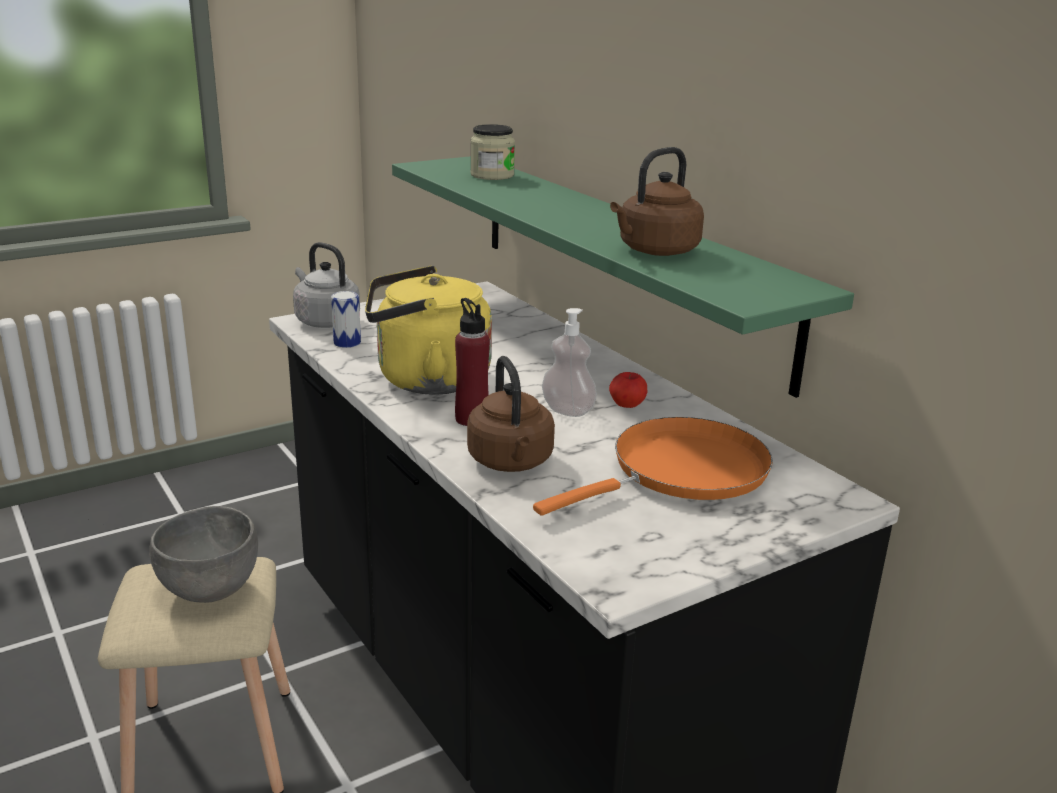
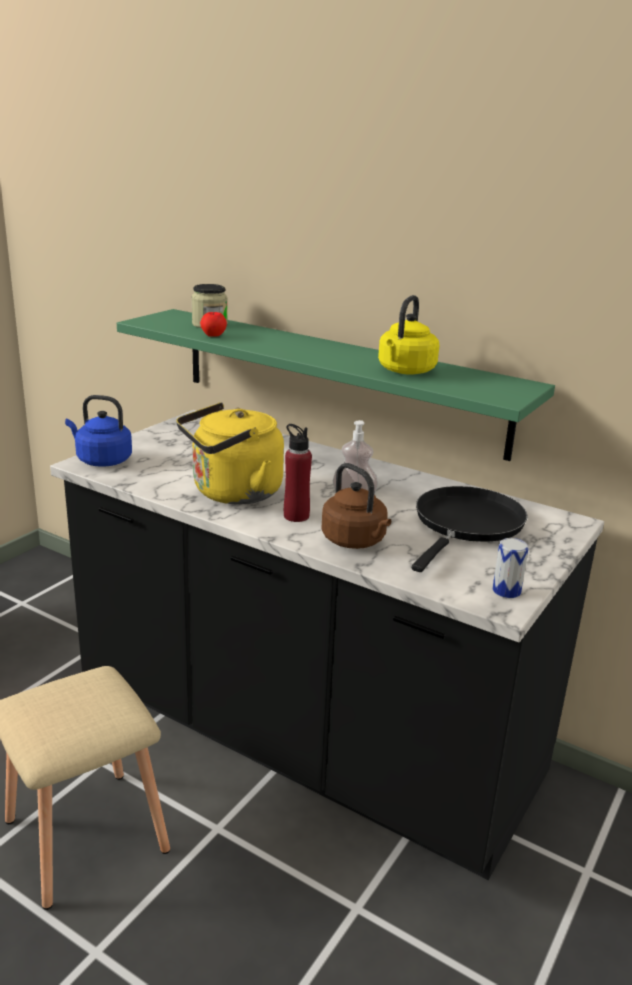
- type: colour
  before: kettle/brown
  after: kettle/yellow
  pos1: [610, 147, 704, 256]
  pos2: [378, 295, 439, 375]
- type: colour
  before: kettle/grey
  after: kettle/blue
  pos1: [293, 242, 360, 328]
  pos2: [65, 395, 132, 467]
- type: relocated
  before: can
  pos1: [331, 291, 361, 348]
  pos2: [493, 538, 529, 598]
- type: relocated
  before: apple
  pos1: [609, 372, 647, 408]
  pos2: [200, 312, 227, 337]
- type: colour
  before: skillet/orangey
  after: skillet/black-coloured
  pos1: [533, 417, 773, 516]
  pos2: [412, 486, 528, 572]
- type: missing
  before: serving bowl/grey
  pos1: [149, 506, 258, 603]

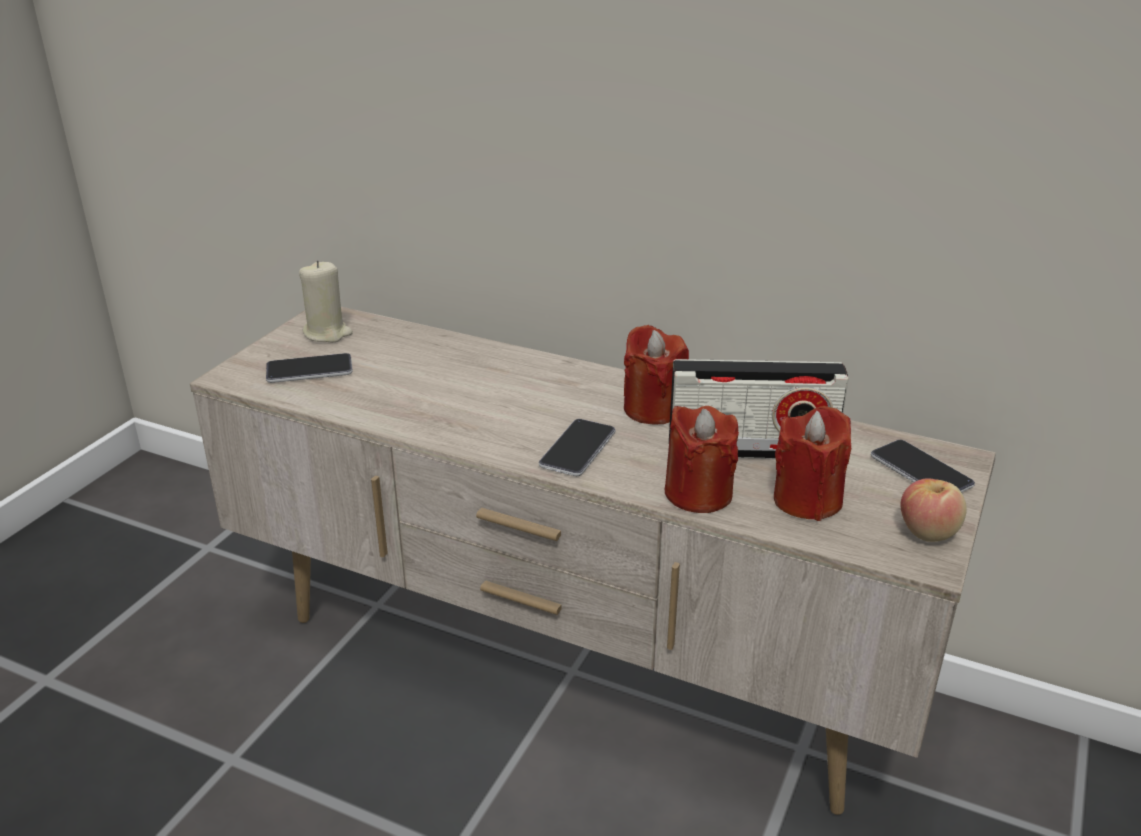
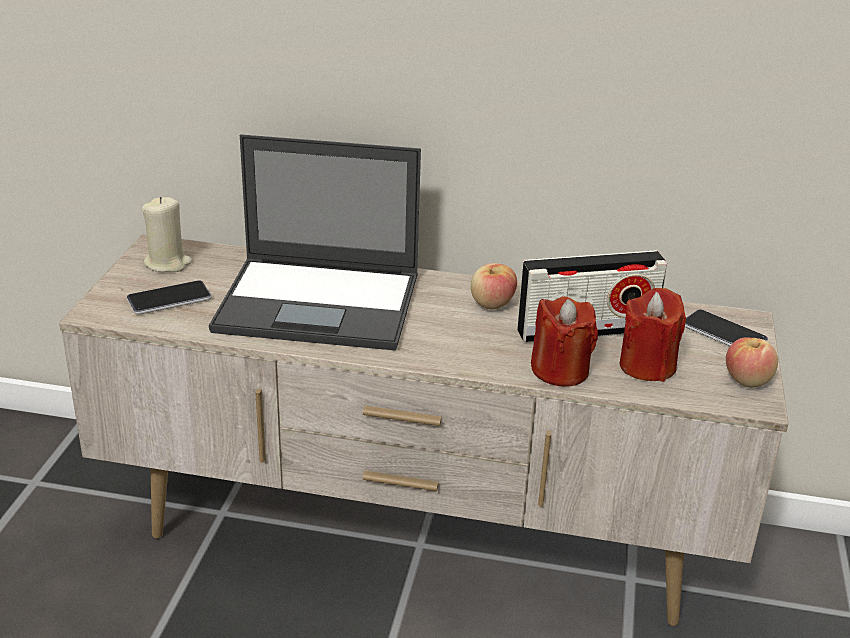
- type: exchanged
  before: wax candle/red
  after: apple
  pos1: [624, 325, 689, 424]
  pos2: [471, 263, 517, 310]
- type: missing
  before: phone
  pos1: [539, 419, 615, 476]
- type: appeared
  after: notebook computer
  pos2: [209, 134, 421, 351]

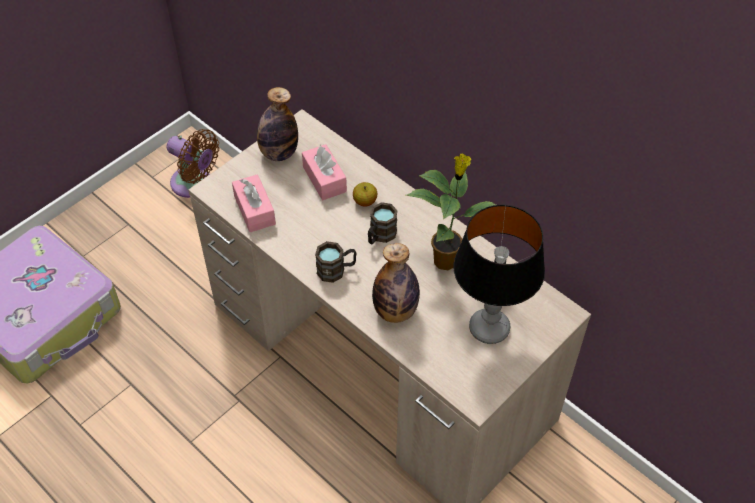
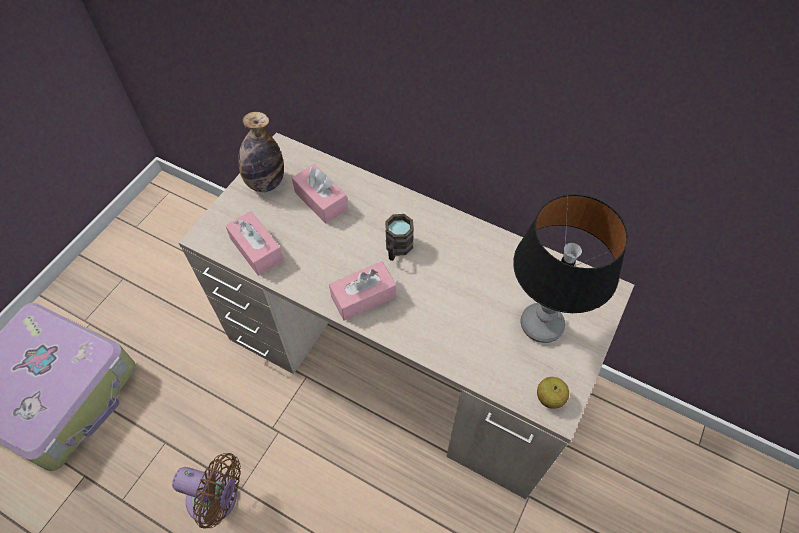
- type: relocated
  before: fan/brown
  pos1: [166, 129, 219, 198]
  pos2: [172, 453, 241, 529]
- type: missing
  before: potted plant
  pos1: [406, 153, 496, 270]
- type: relocated
  before: apple
  pos1: [353, 182, 377, 207]
  pos2: [537, 377, 569, 409]
- type: exchanged
  before: coffee mug/brown
  after: box of tissues/pink
  pos1: [315, 241, 357, 283]
  pos2: [329, 261, 396, 321]
- type: missing
  before: beverage bottle
  pos1: [372, 243, 420, 323]

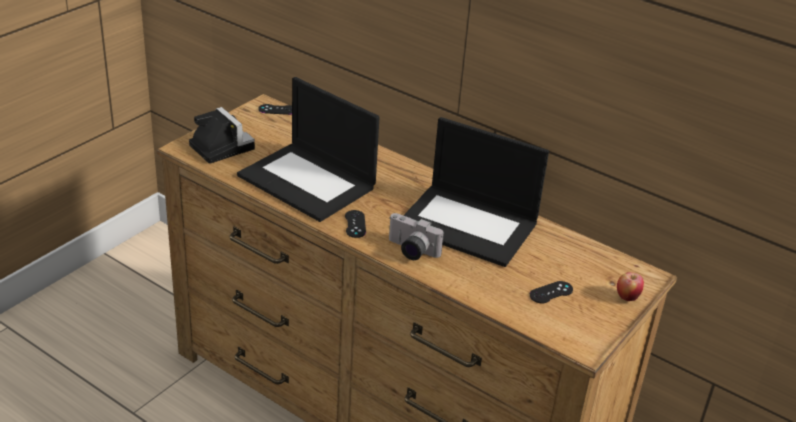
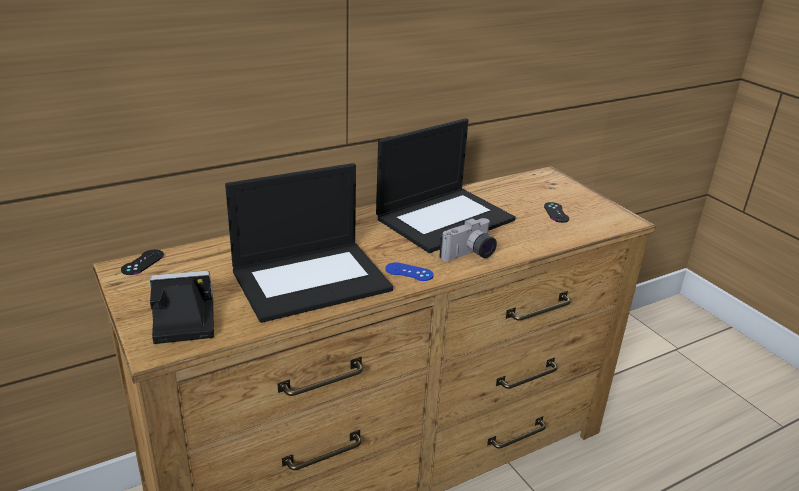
- type: colour
  before: game controller/black-coloured
  after: game controller/blue
  pos1: [345, 210, 366, 238]
  pos2: [385, 262, 433, 281]
- type: missing
  before: apple
  pos1: [617, 272, 644, 301]

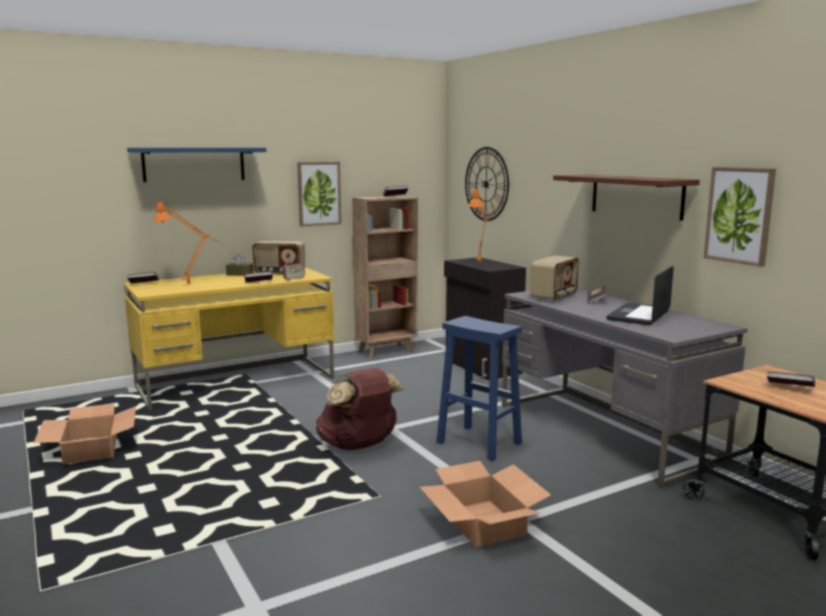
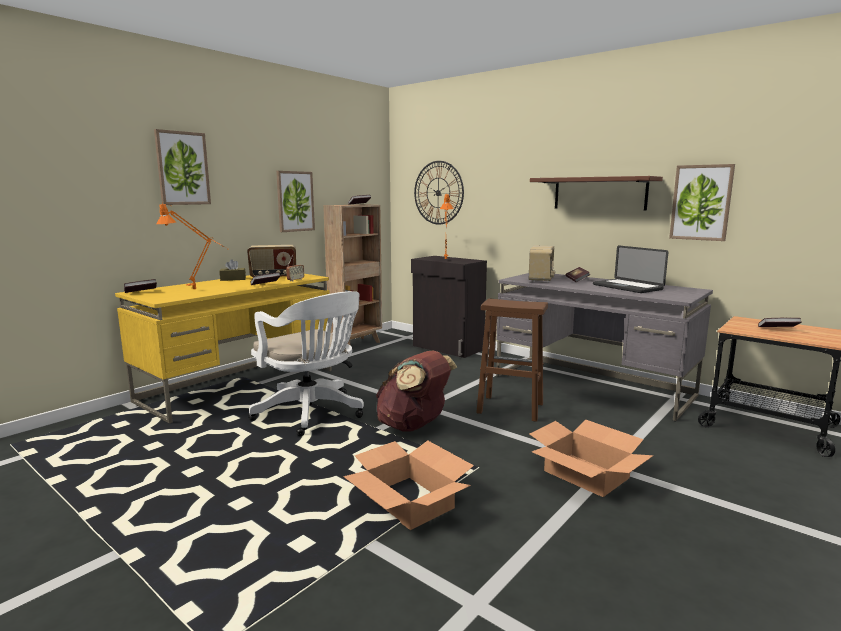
- type: exchanged
  before: bracket shelf/blue
  after: picture
  pos1: [127, 148, 266, 182]
  pos2: [154, 129, 211, 205]
- type: spun
  before: notebook computer
  pos1: [607, 266, 674, 325]
  pos2: [593, 246, 668, 293]
  turn: -45
- type: colour
  before: stool seat/blue
  after: stool seat/brown
  pos1: [437, 316, 522, 461]
  pos2: [476, 298, 548, 422]
- type: relocated
  before: cardboard box
  pos1: [34, 403, 136, 464]
  pos2: [343, 441, 474, 530]
- type: appeared
  after: computer chair/white-coloured
  pos2: [248, 291, 364, 436]

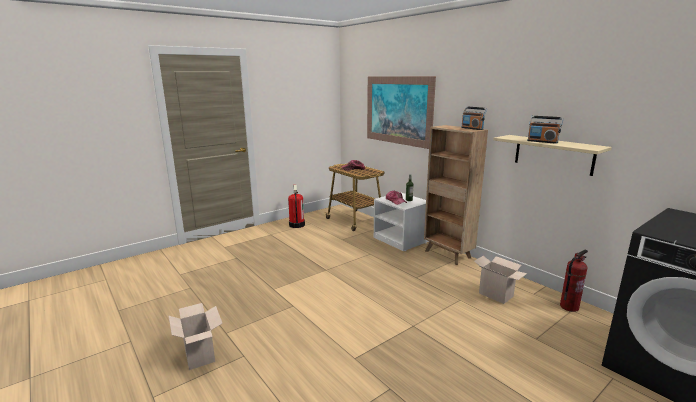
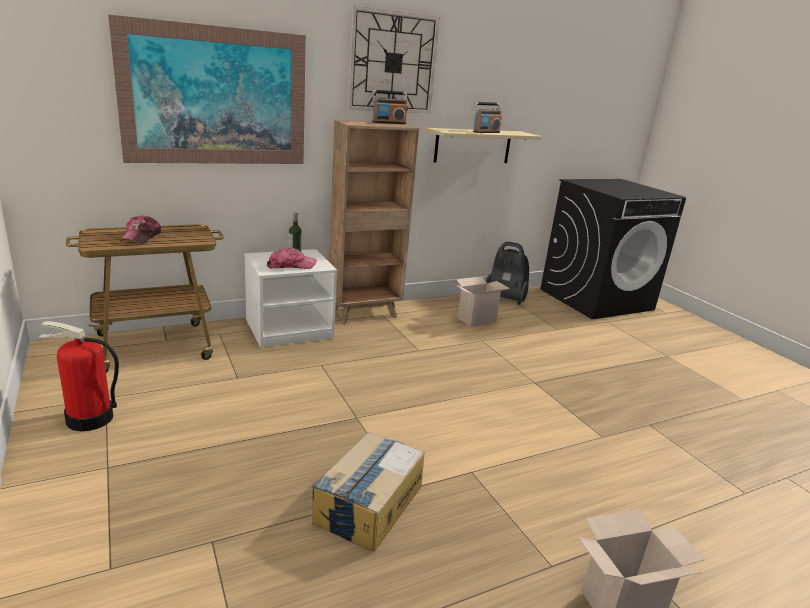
- type: exchanged
  before: fire extinguisher
  after: hoover
  pos1: [560, 250, 588, 312]
  pos2: [486, 242, 529, 305]
- type: appeared
  after: hanging clock
  pos2: [348, 6, 440, 114]
- type: appeared
  after: cardboard box
  pos2: [312, 432, 424, 552]

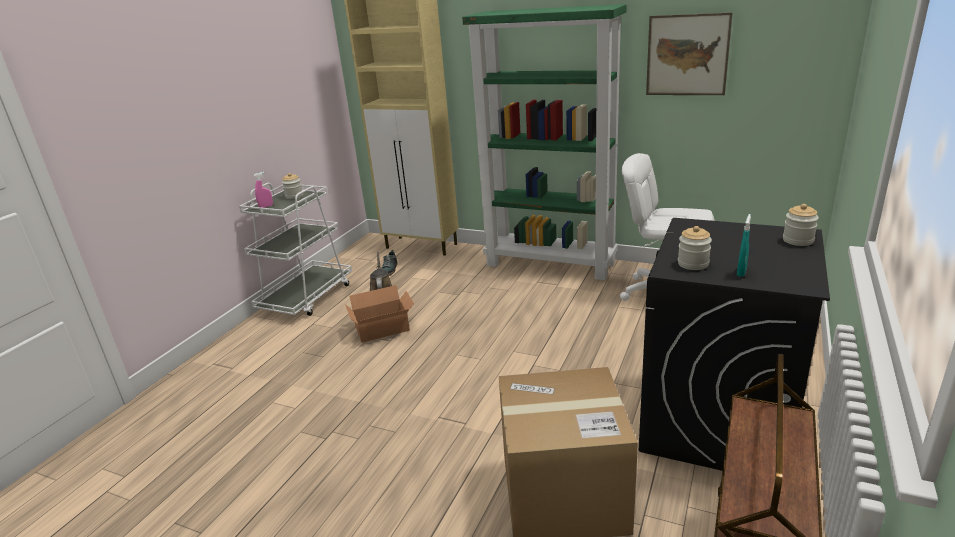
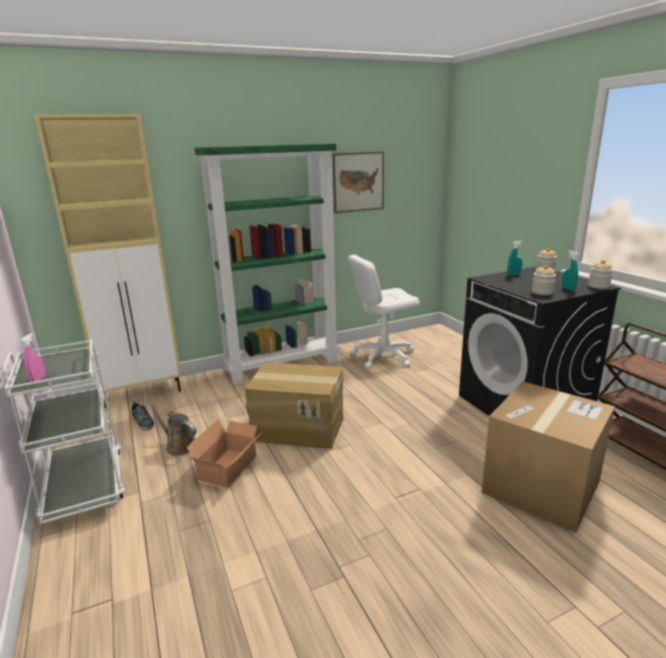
- type: relocated
  before: storage jar
  pos1: [282, 173, 303, 199]
  pos2: [588, 260, 613, 289]
- type: appeared
  after: sprayer/turquoise-coloured
  pos2: [507, 241, 523, 276]
- type: appeared
  after: cardboard box
  pos2: [245, 363, 344, 449]

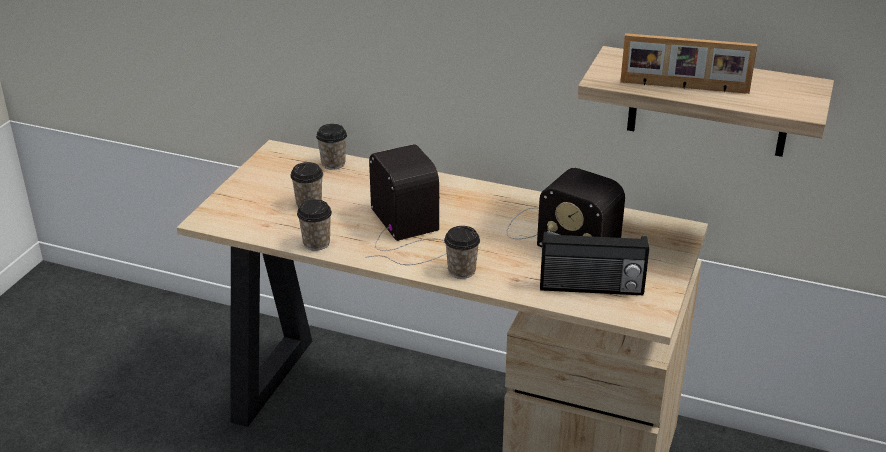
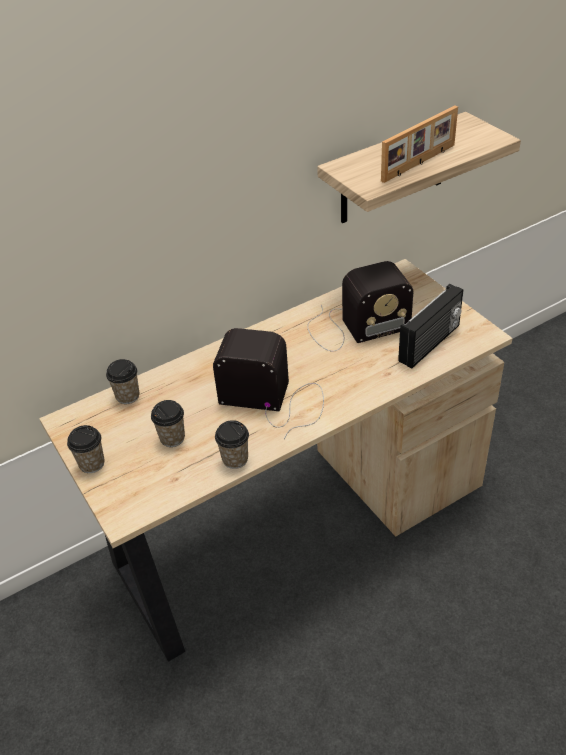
- type: relocated
  before: drinking cup
  pos1: [444, 226, 480, 279]
  pos2: [67, 425, 105, 473]

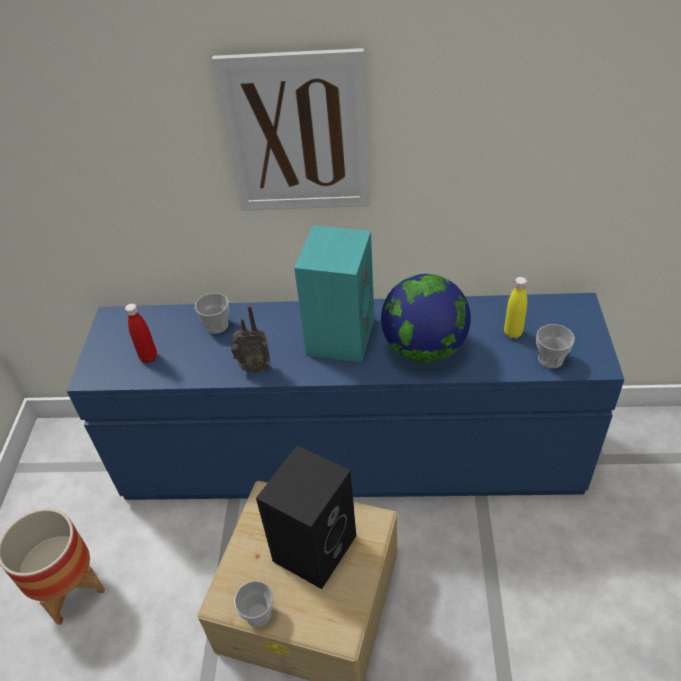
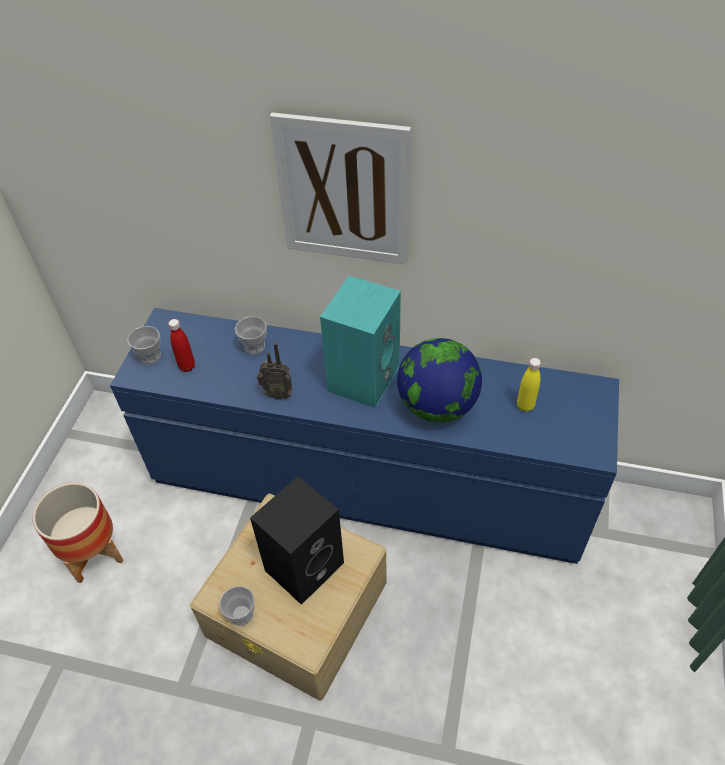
- type: relocated
  before: drinking cup
  pos1: [536, 324, 575, 368]
  pos2: [128, 326, 161, 364]

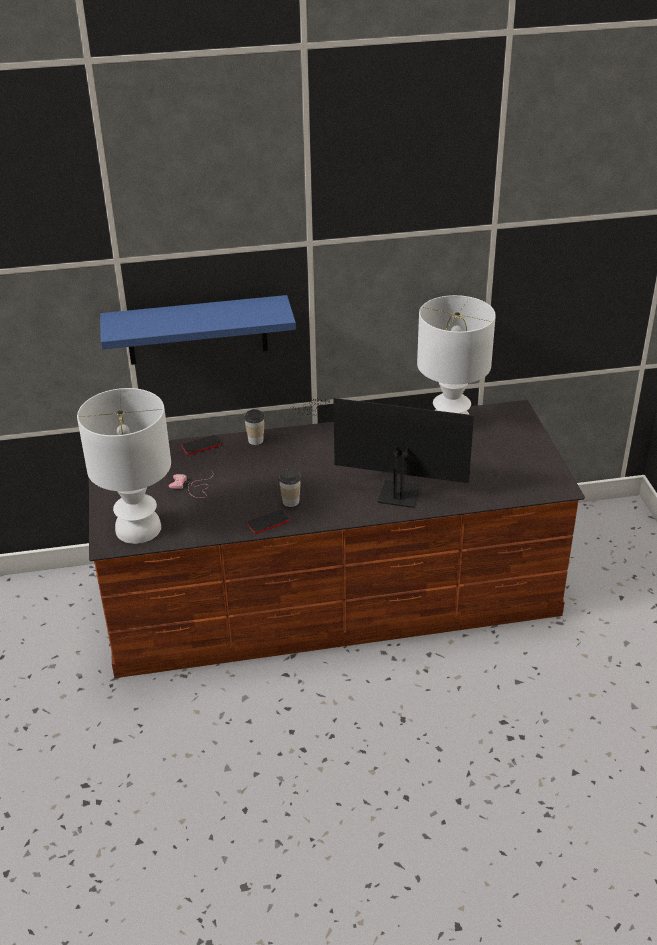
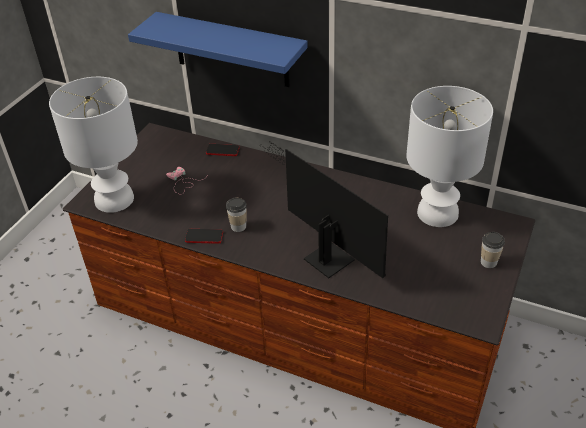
- type: relocated
  before: drinking cup
  pos1: [244, 409, 265, 445]
  pos2: [481, 232, 505, 268]

